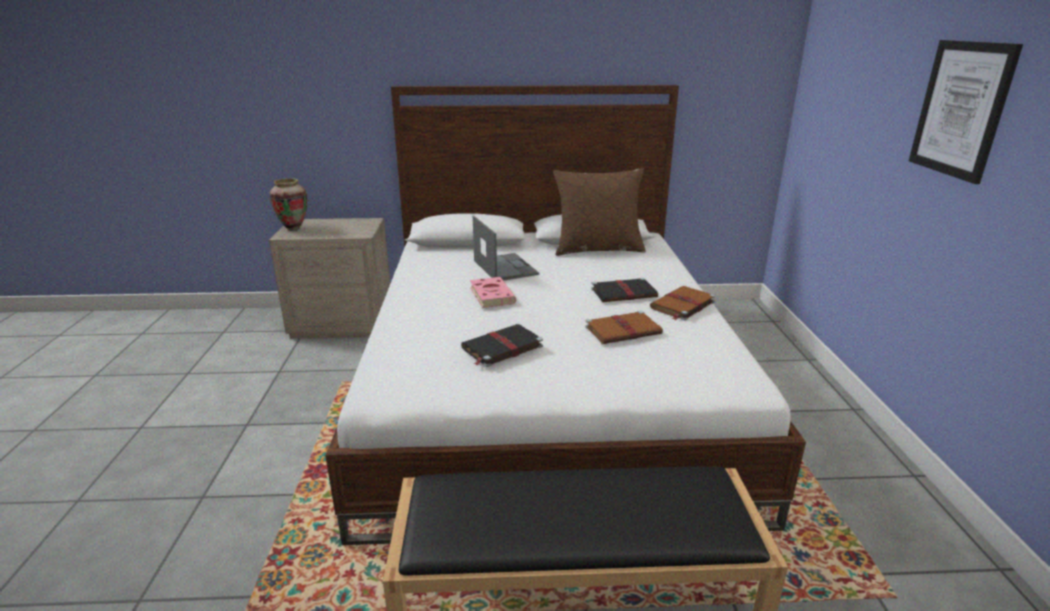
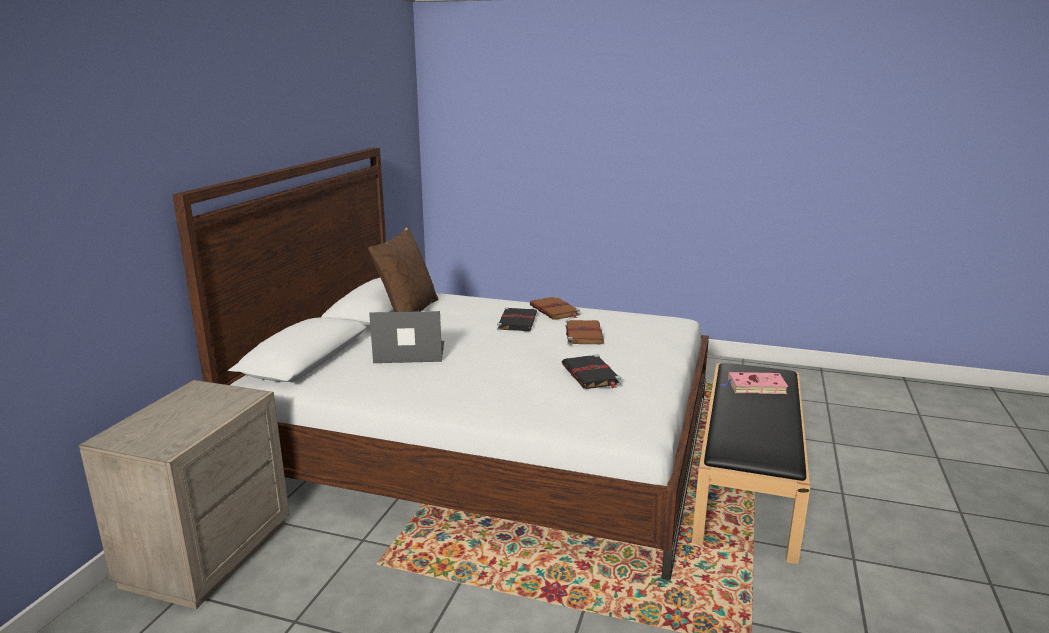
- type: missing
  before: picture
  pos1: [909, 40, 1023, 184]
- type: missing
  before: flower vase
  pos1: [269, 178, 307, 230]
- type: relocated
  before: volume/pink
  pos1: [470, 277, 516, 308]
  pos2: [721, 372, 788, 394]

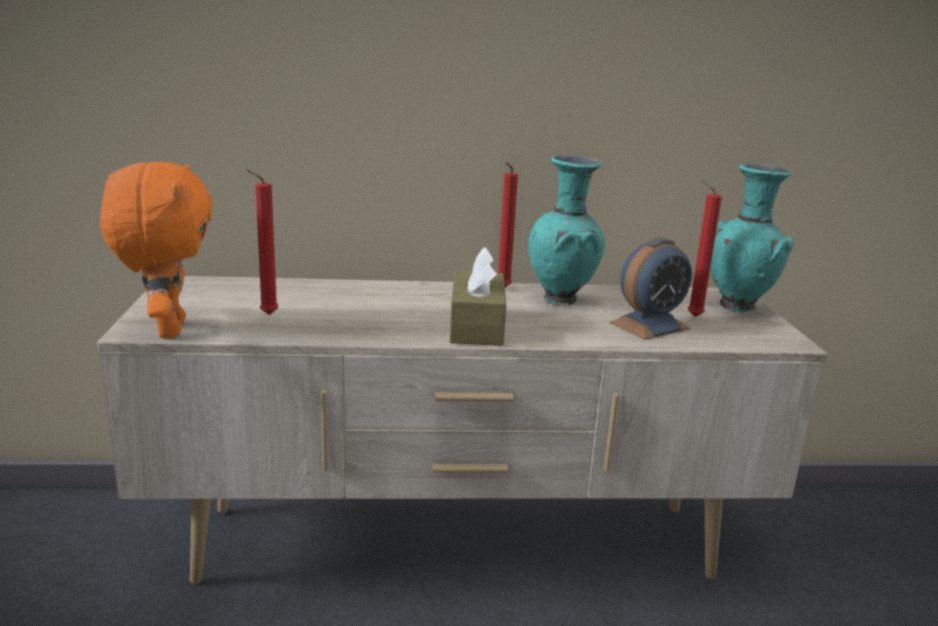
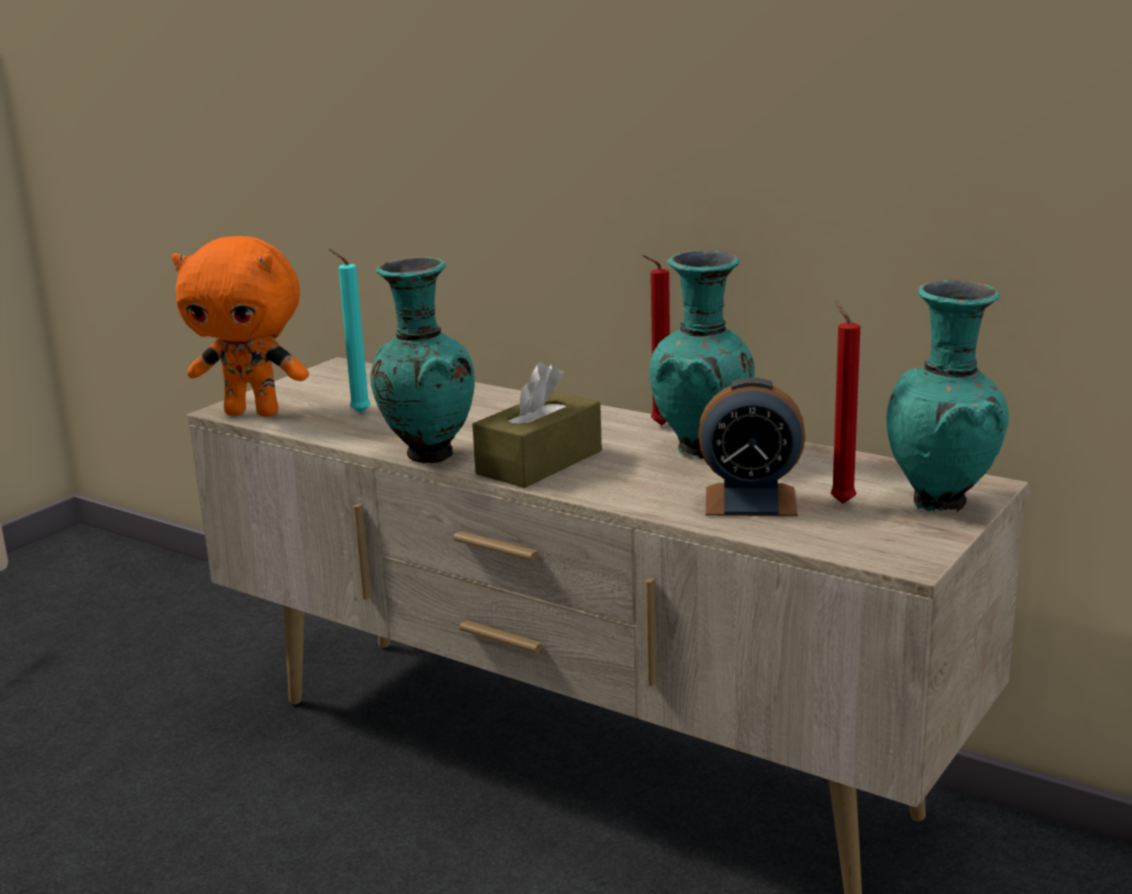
- type: spun
  before: soft toy/orangey
  pos1: [100, 161, 213, 338]
  pos2: [172, 236, 309, 416]
  turn: 75
- type: colour
  before: wax candle/red
  after: wax candle/turquoise-coloured
  pos1: [246, 169, 279, 315]
  pos2: [329, 248, 371, 413]
- type: appeared
  after: flower vase/turquoise-coloured
  pos2: [370, 257, 475, 463]

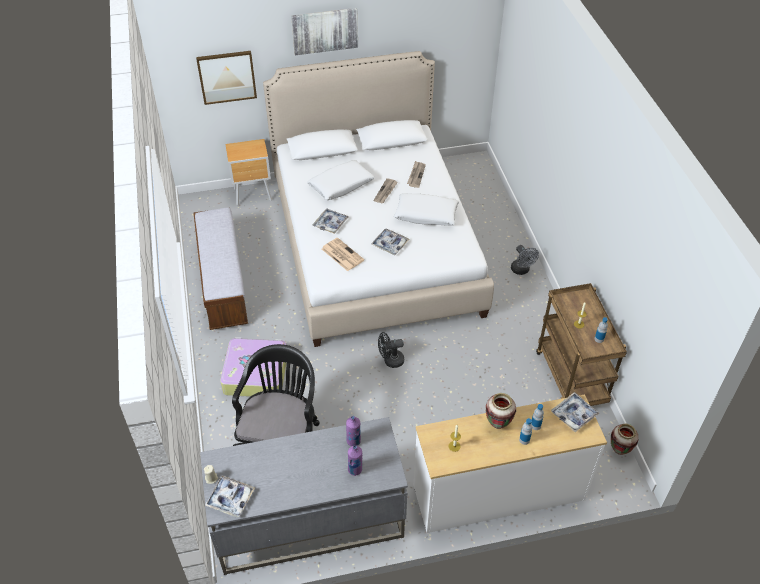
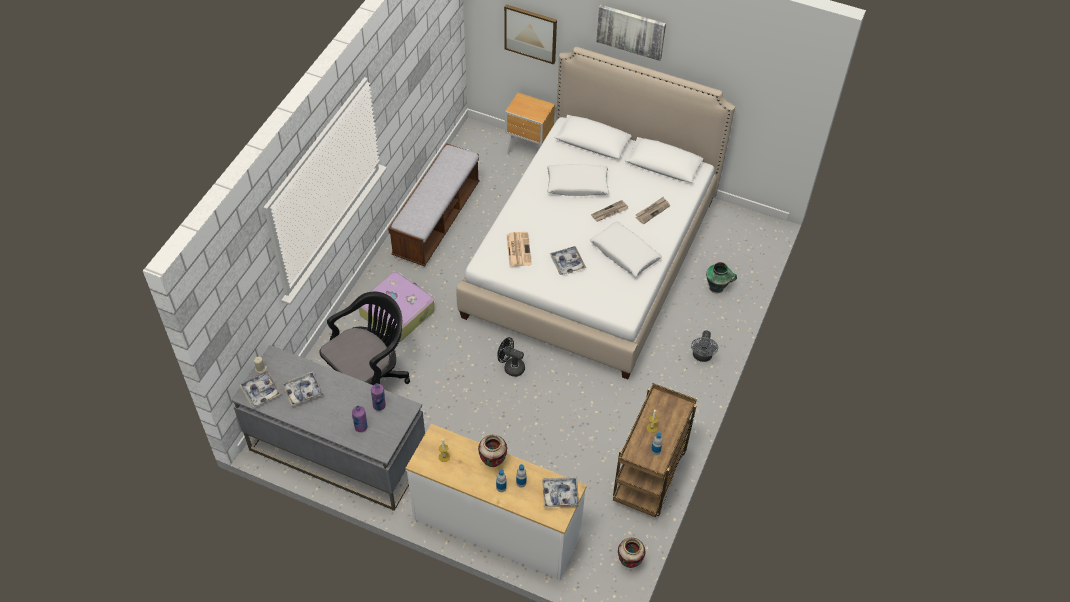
- type: relocated
  before: serving tray
  pos1: [313, 208, 348, 234]
  pos2: [282, 371, 323, 406]
- type: appeared
  after: flower vase
  pos2: [706, 262, 737, 294]

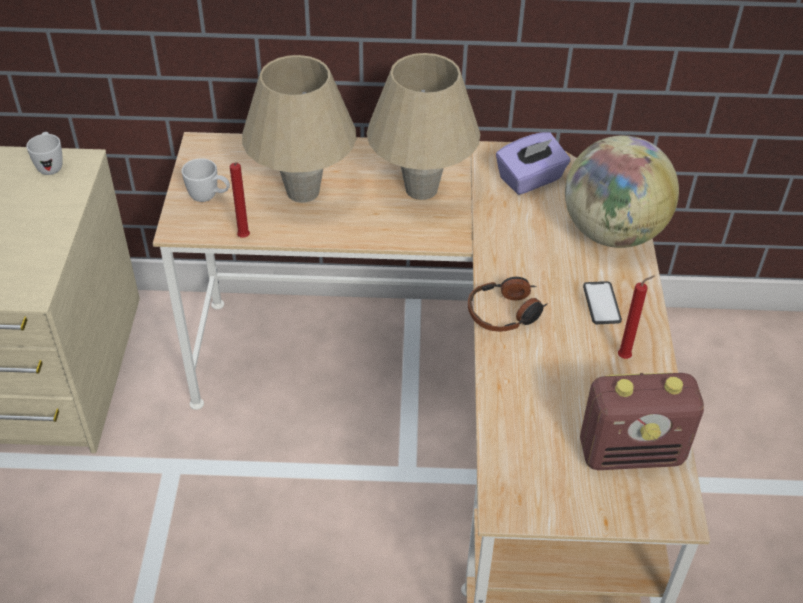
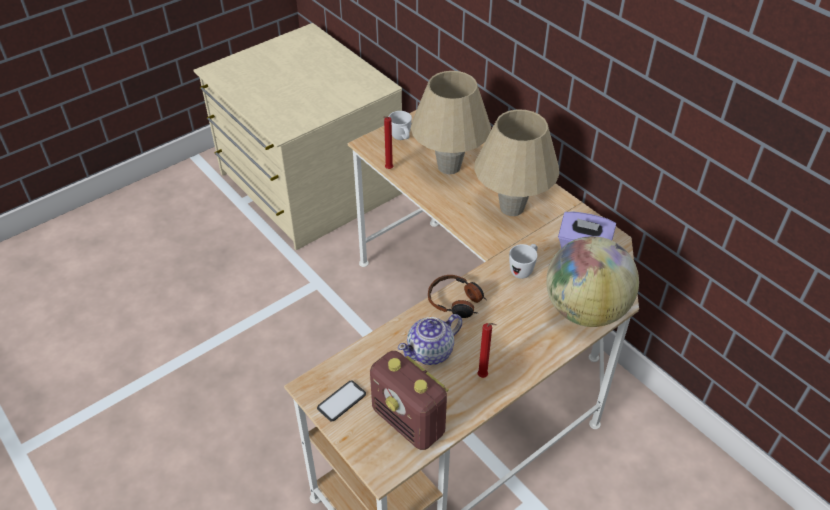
- type: relocated
  before: coffee mug/white-coloured
  pos1: [26, 132, 63, 175]
  pos2: [509, 244, 538, 279]
- type: relocated
  before: phone
  pos1: [583, 281, 622, 324]
  pos2: [317, 381, 366, 421]
- type: appeared
  after: pot for tea
  pos2: [398, 314, 462, 365]

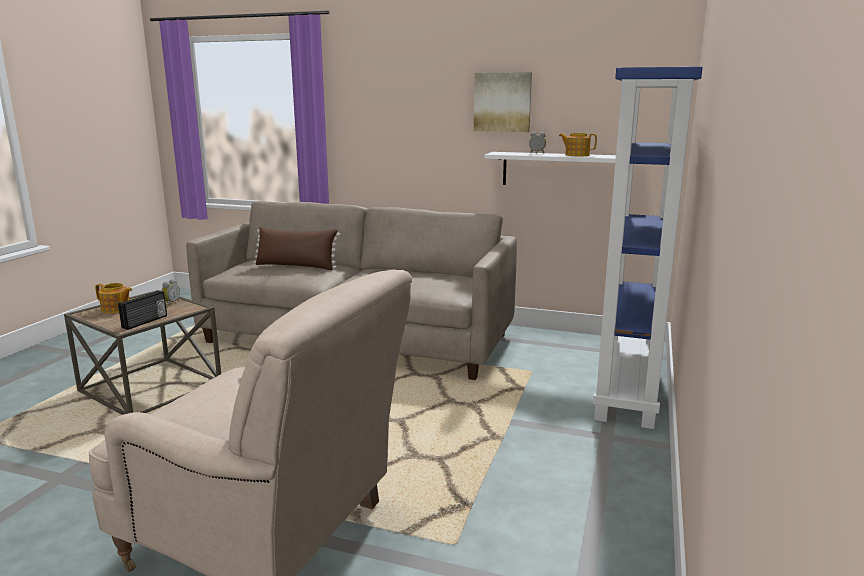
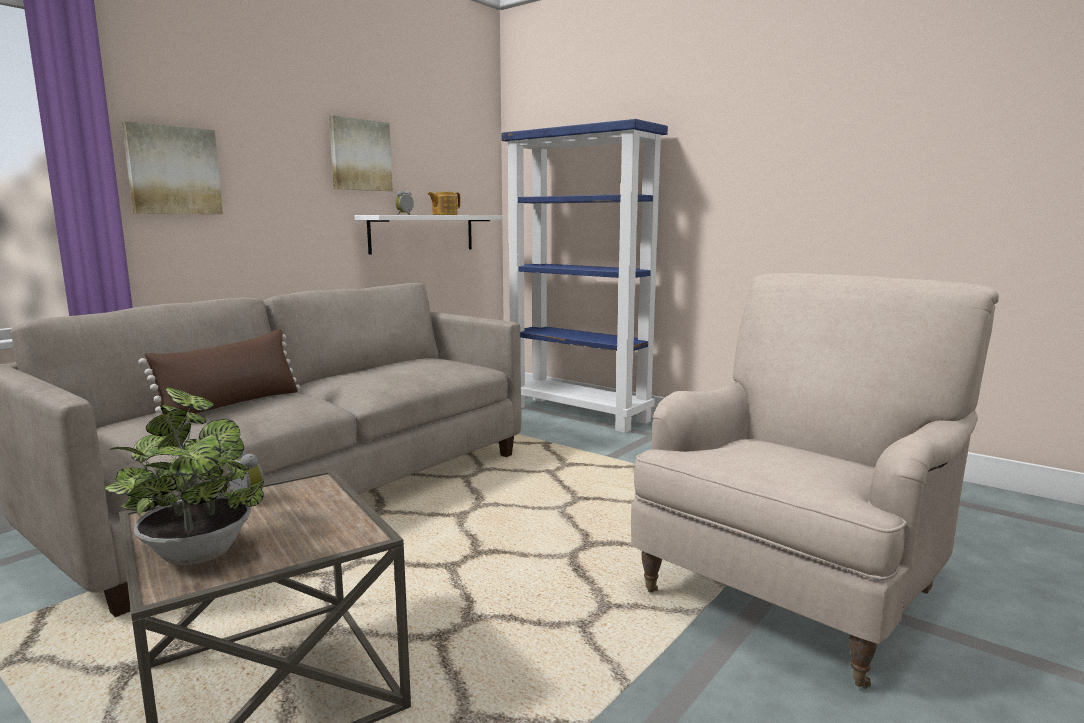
- type: exchanged
  before: pot for tea
  after: potted plant
  pos1: [95, 283, 132, 313]
  pos2: [104, 387, 264, 565]
- type: missing
  before: radio set
  pos1: [118, 291, 167, 330]
- type: appeared
  after: picture
  pos2: [122, 121, 223, 214]

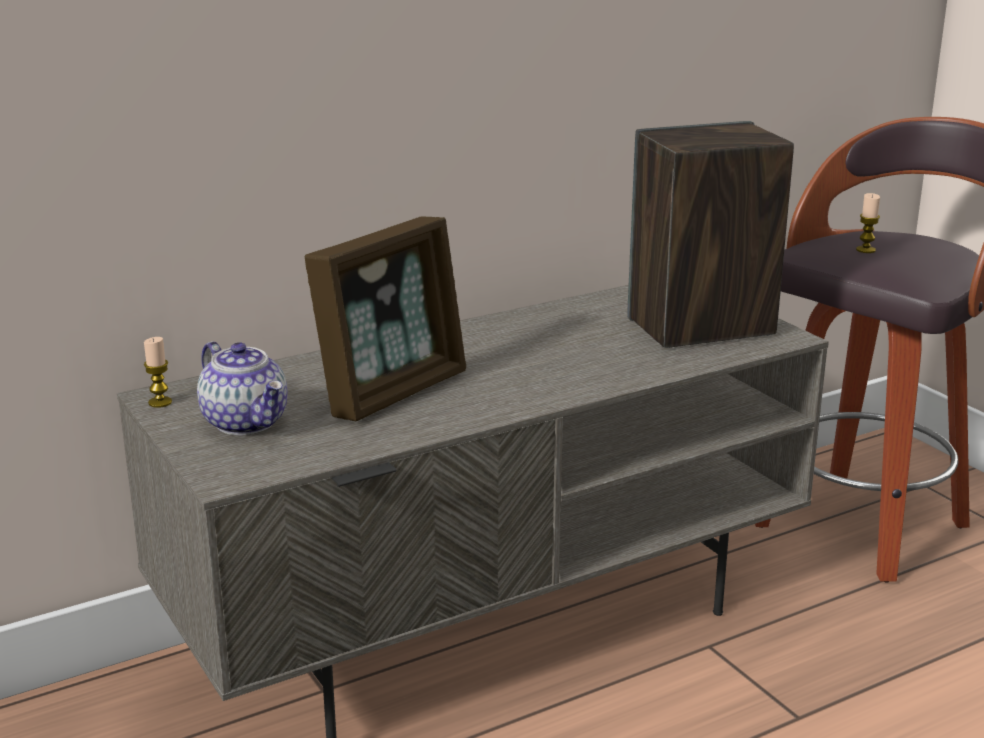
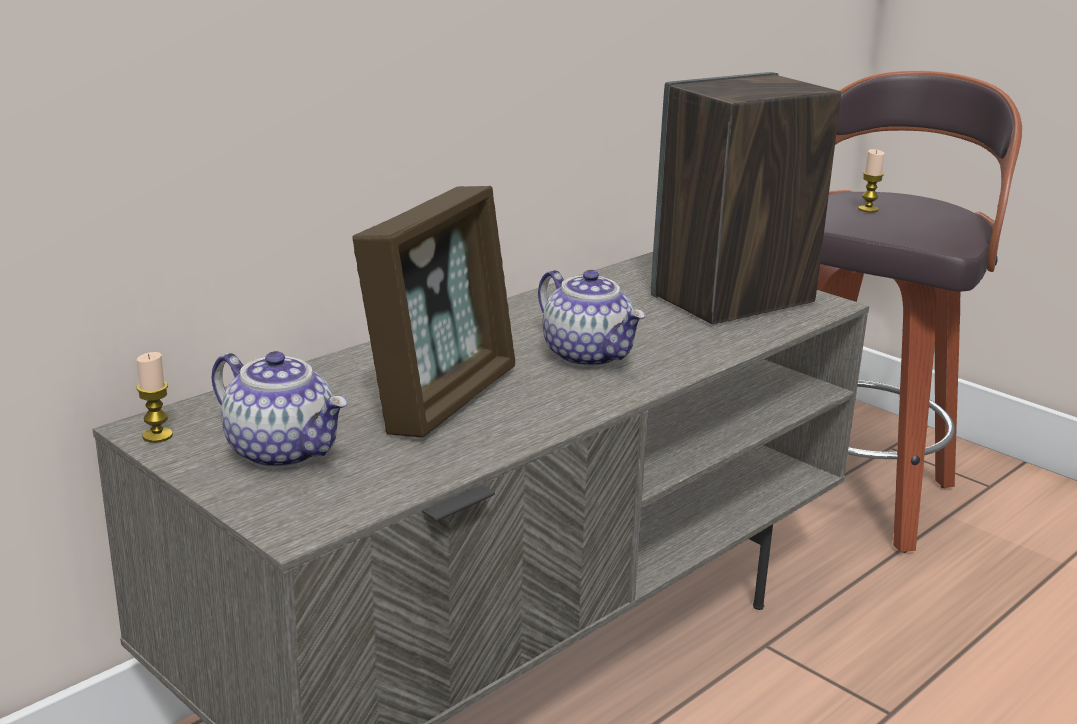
- type: appeared
  after: pot for tea
  pos2: [538, 270, 645, 367]

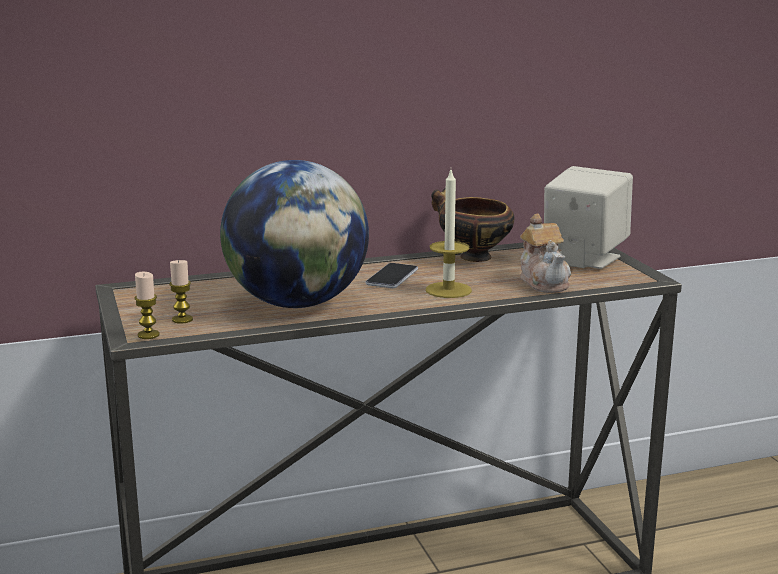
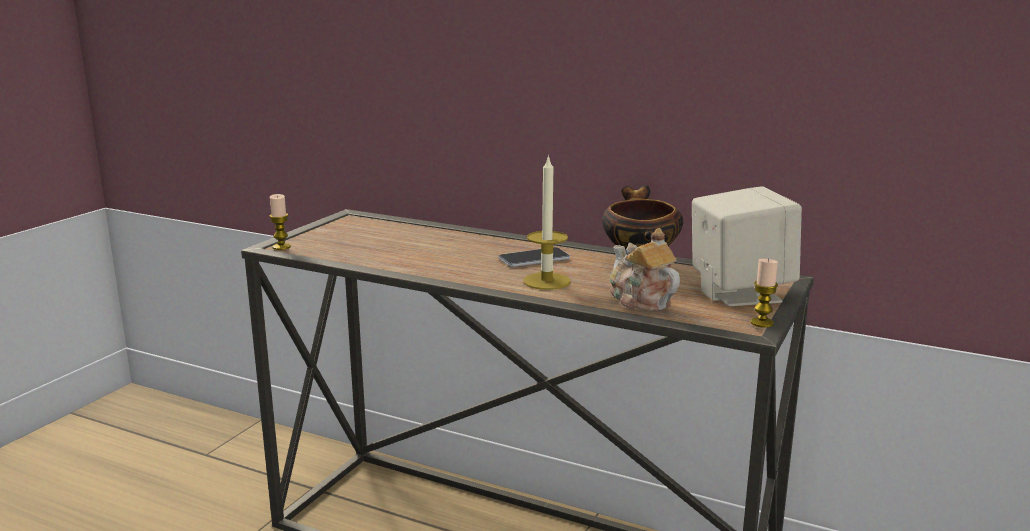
- type: missing
  before: desk globe
  pos1: [220, 160, 369, 308]
- type: spun
  before: pot for tea
  pos1: [520, 213, 571, 293]
  pos2: [610, 228, 680, 310]
  turn: 120
- type: relocated
  before: wax candle
  pos1: [169, 260, 193, 324]
  pos2: [751, 258, 778, 328]

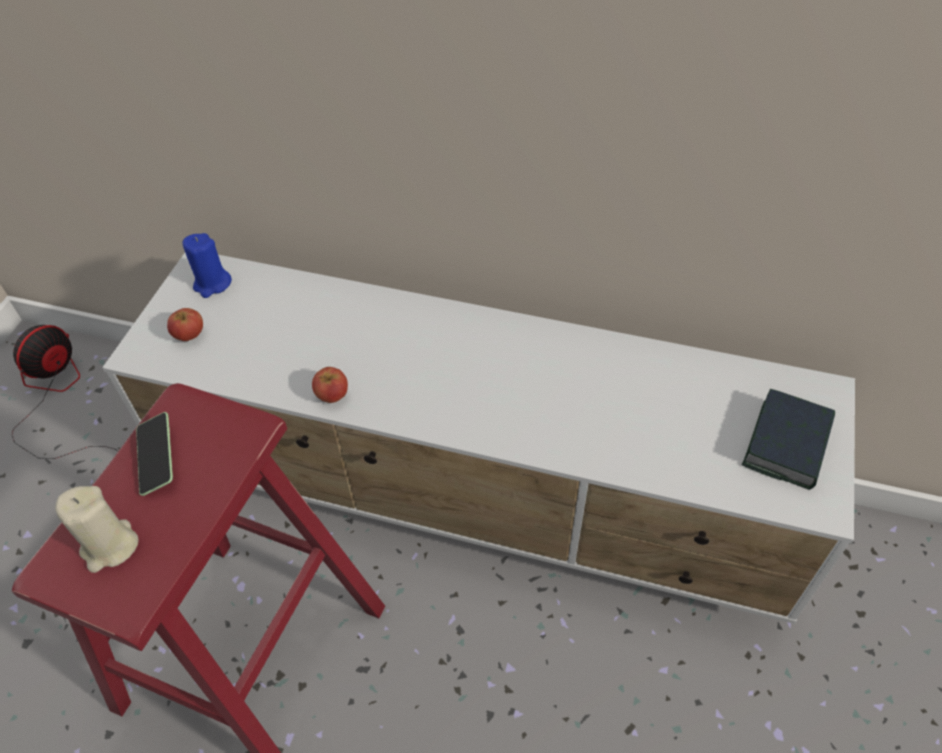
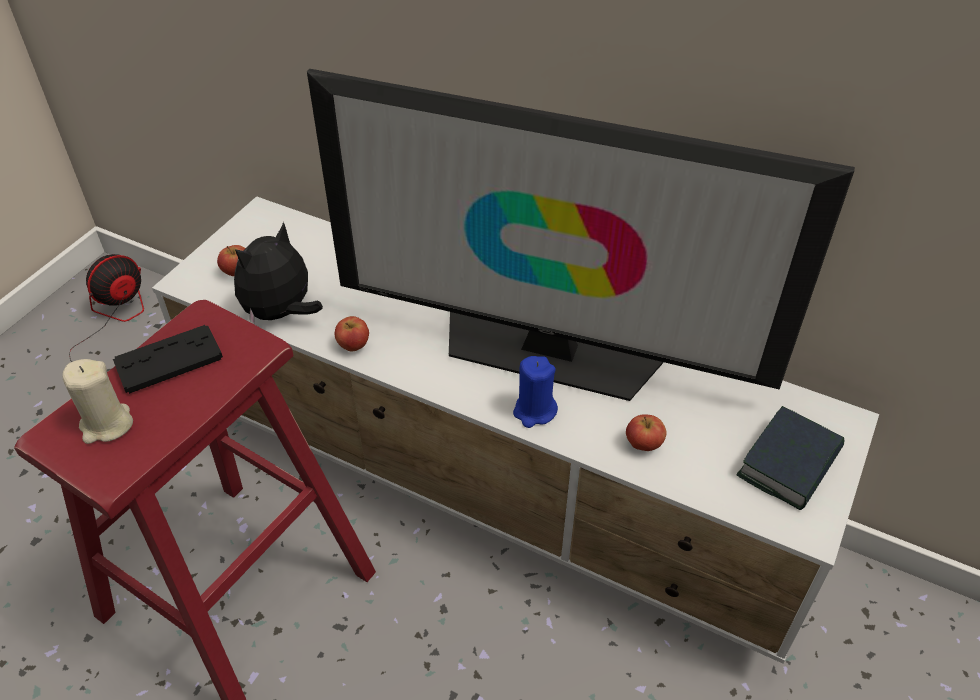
- type: relocated
  before: wax candle/blue
  pos1: [182, 233, 232, 298]
  pos2: [513, 356, 558, 428]
- type: exchanged
  before: phone
  after: game controller/black-coloured
  pos1: [136, 412, 173, 496]
  pos2: [113, 325, 223, 394]
- type: appeared
  after: TV set
  pos2: [307, 69, 855, 401]
- type: appeared
  after: soft toy
  pos2: [234, 222, 323, 324]
- type: appeared
  after: apple
  pos2: [626, 414, 666, 451]

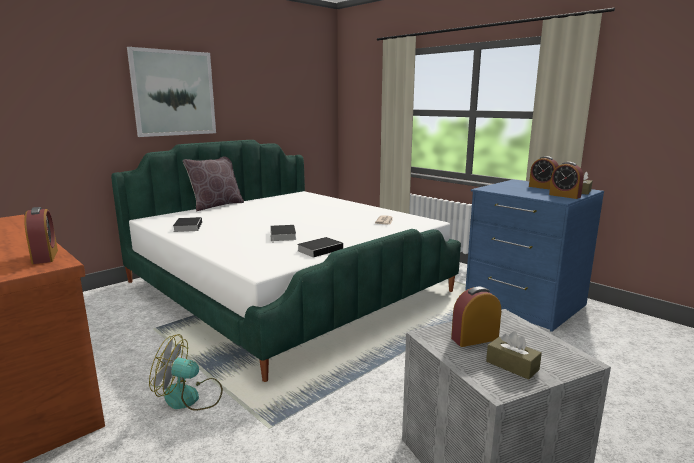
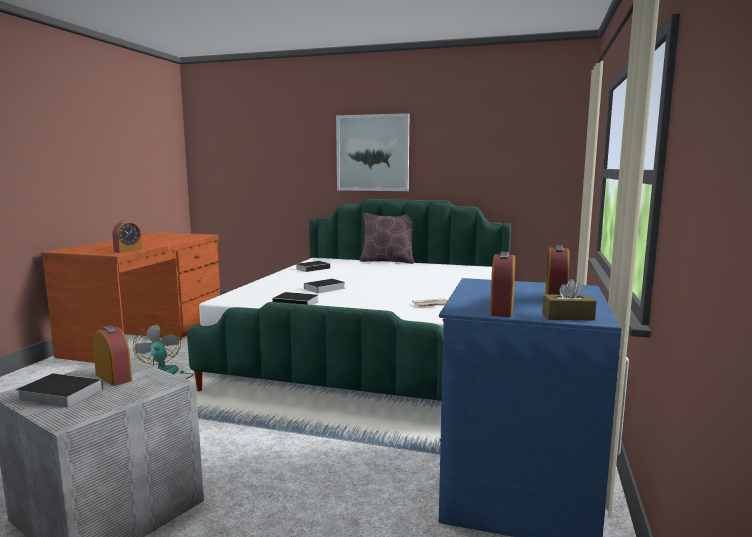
- type: exchanged
  before: box of tissues/brown
  after: volume
  pos1: [486, 331, 542, 380]
  pos2: [16, 373, 103, 408]

